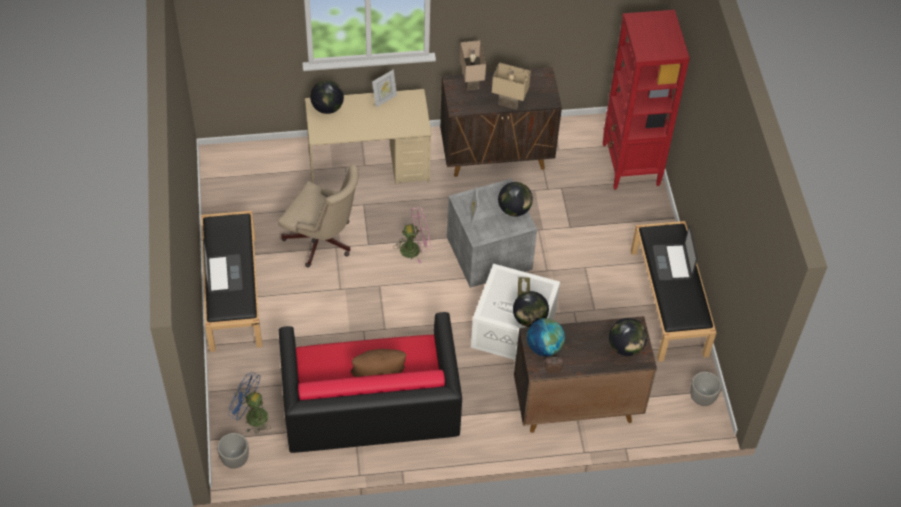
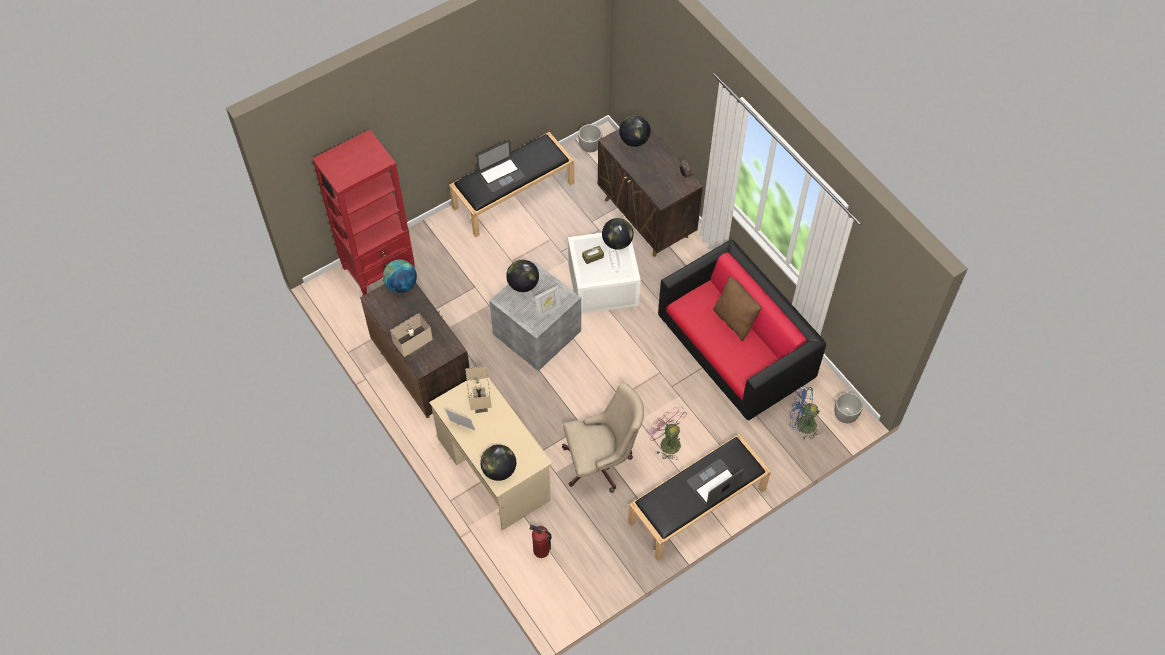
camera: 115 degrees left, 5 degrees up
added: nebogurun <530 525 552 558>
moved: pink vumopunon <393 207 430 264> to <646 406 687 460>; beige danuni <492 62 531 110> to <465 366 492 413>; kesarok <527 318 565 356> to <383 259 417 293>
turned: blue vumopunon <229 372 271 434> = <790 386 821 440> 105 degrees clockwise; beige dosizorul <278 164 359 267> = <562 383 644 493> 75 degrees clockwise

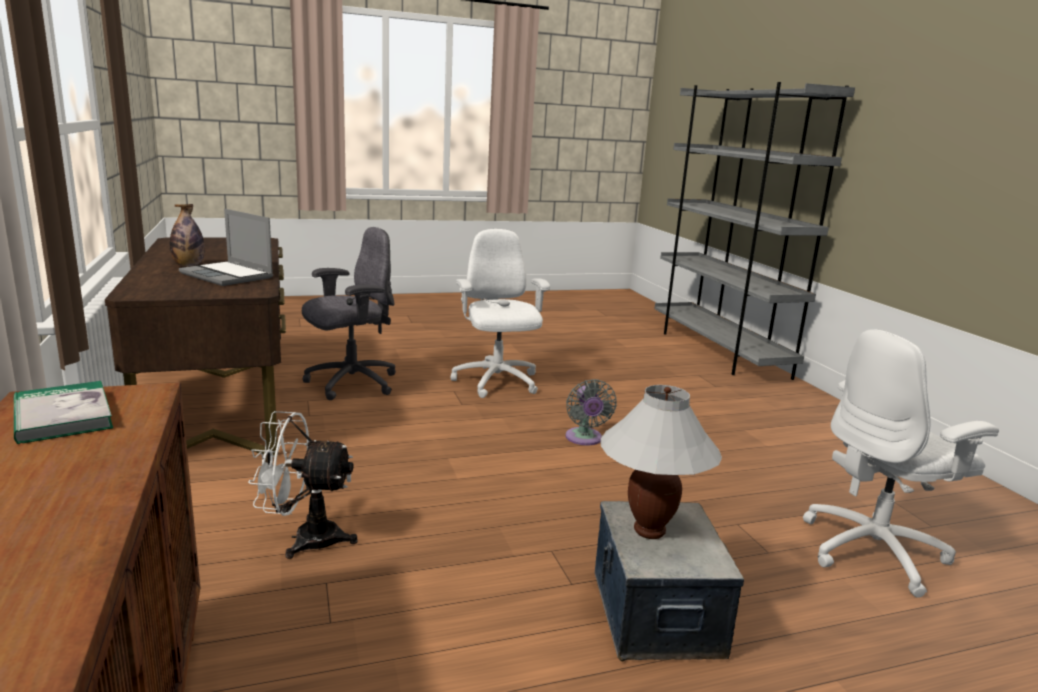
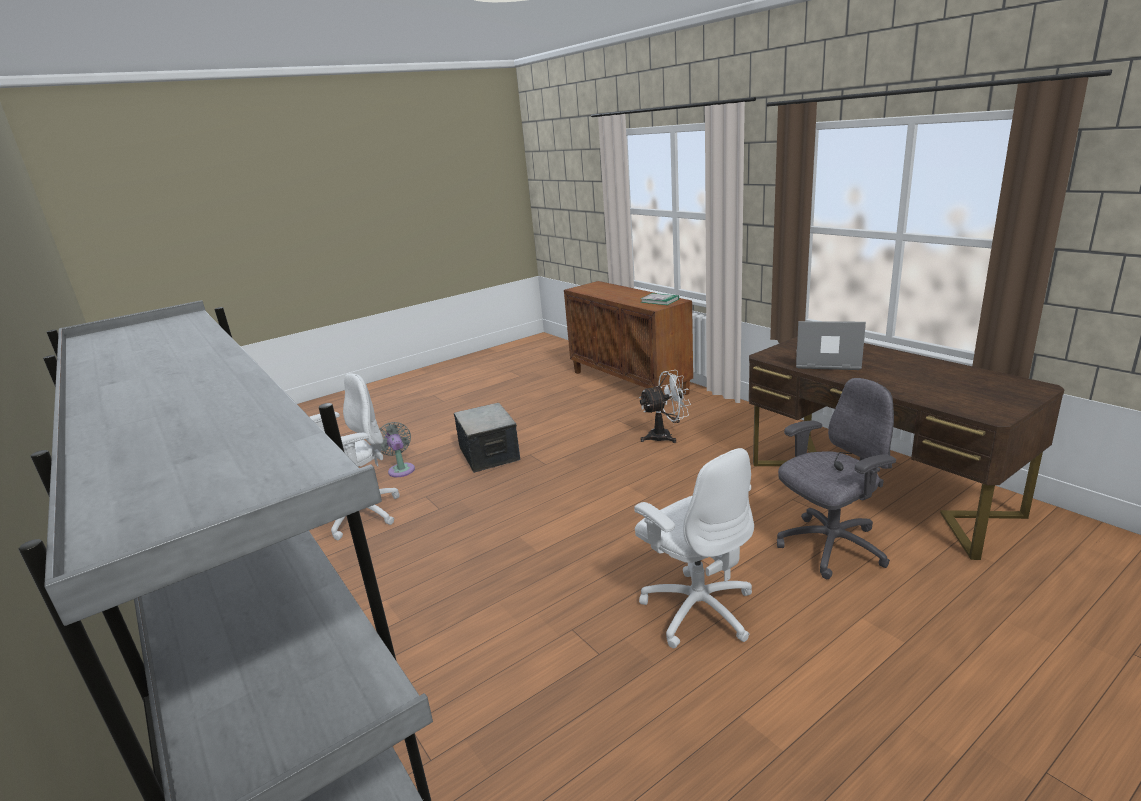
camera: 165 degrees right, 5 degrees up
removed: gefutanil <170 204 205 266>; white danuni <601 385 722 539>
moved: grey vumopunon <566 379 617 445> to <379 422 415 477>
turned: grey dosizorul <302 227 396 400> = <777 378 896 579> 150 degrees counterclockwise

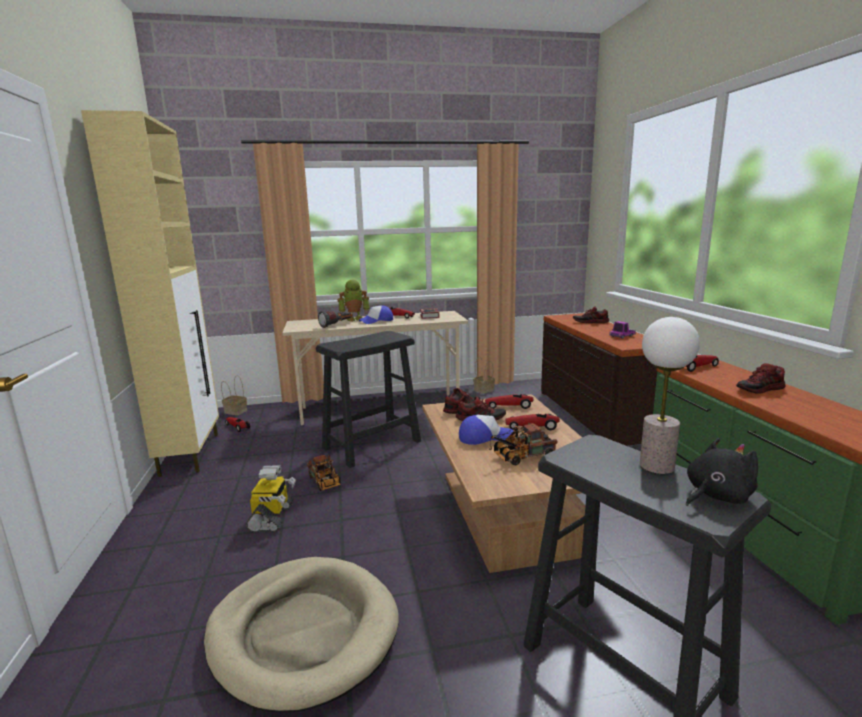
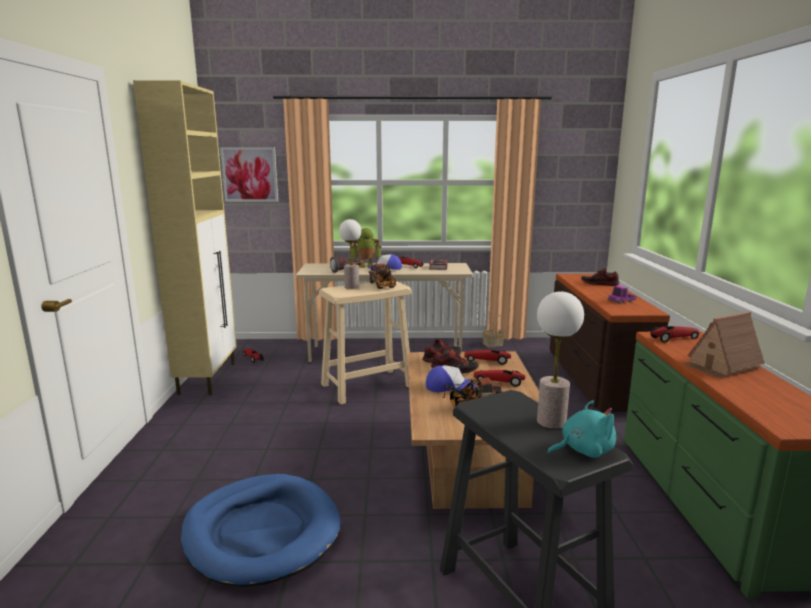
camera: 10 degrees right, 0 degrees up
removed: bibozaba <221 376 247 415>; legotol <246 465 296 533>
added: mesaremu <220 147 278 202>; danuni <339 219 361 289>
moved: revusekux <307 455 341 491> to <369 264 396 289>
replaced: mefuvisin <736 363 786 394> to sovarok <683 312 765 378>
recoloured: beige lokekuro <204 557 399 712> to blue lokekuro <181 474 341 587>; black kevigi <316 331 421 468> to beige kevigi <319 281 412 405>; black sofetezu <686 438 758 506> to turquoise sofetezu <547 400 616 458>

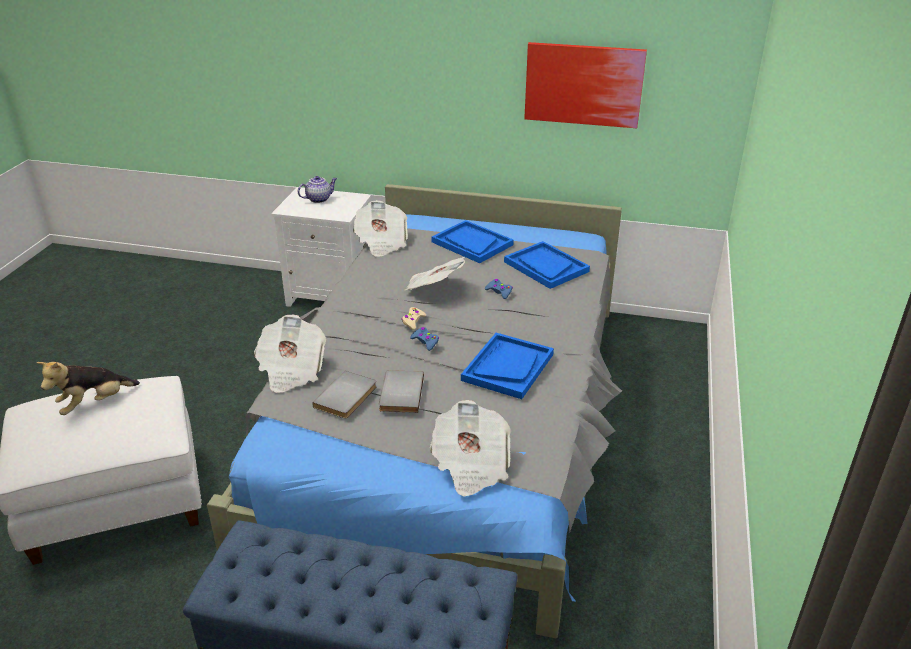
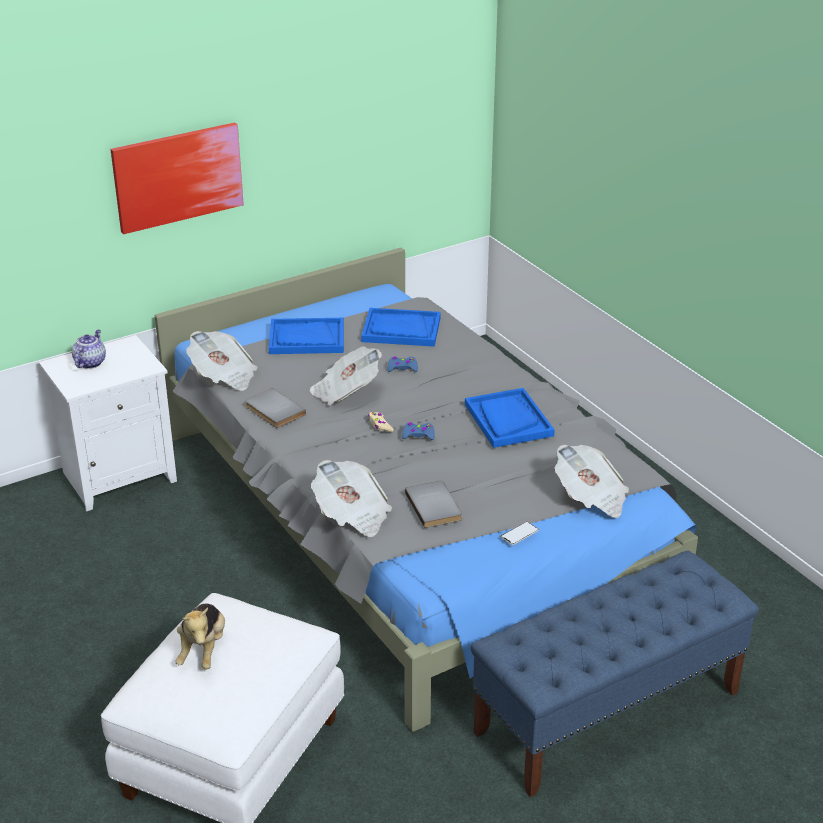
camera: 45 degrees left, 0 degrees up
added: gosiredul <500 522 539 545>
moved: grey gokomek <379 370 424 413> to <245 388 306 428>; mesaremu <524 42 647 128> to <110 122 244 234>

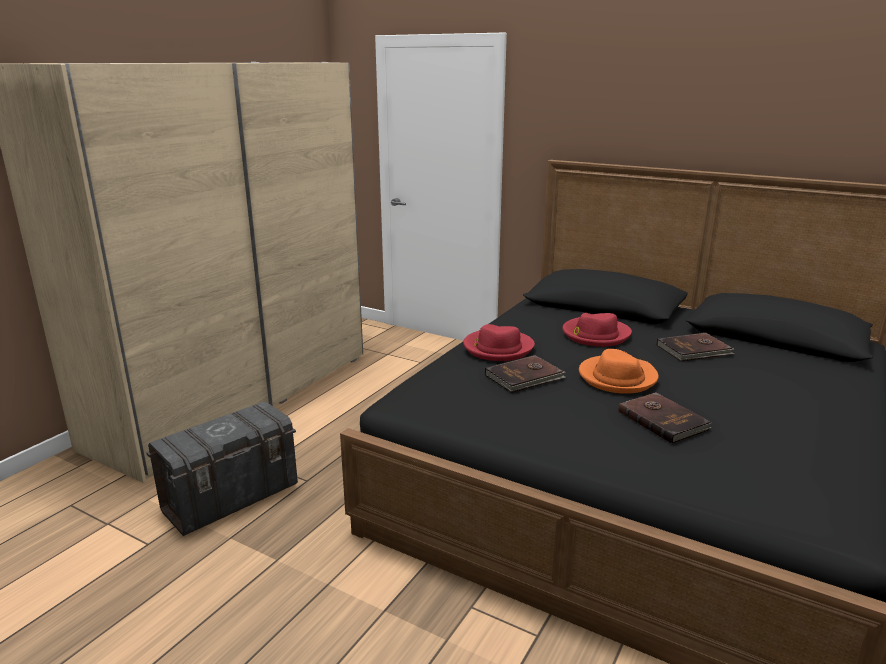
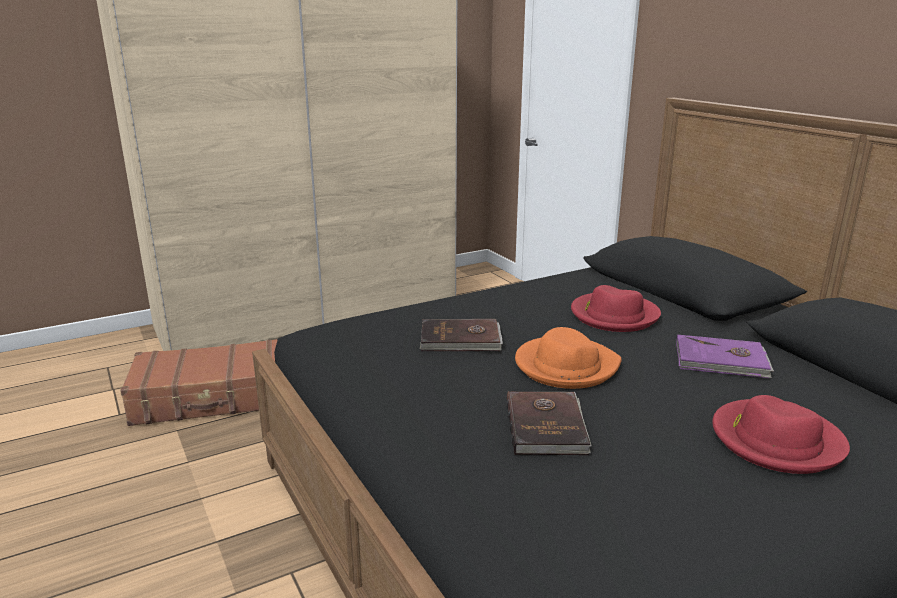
camera: 30 degrees right, 0 degrees up
moved: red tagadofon <463 324 535 361> to <712 395 850 474>
replaced: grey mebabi <146 401 298 536> to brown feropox <120 339 278 426>
recoloured: brown gokomek <657 333 735 361> to purple gokomek <676 335 774 378>

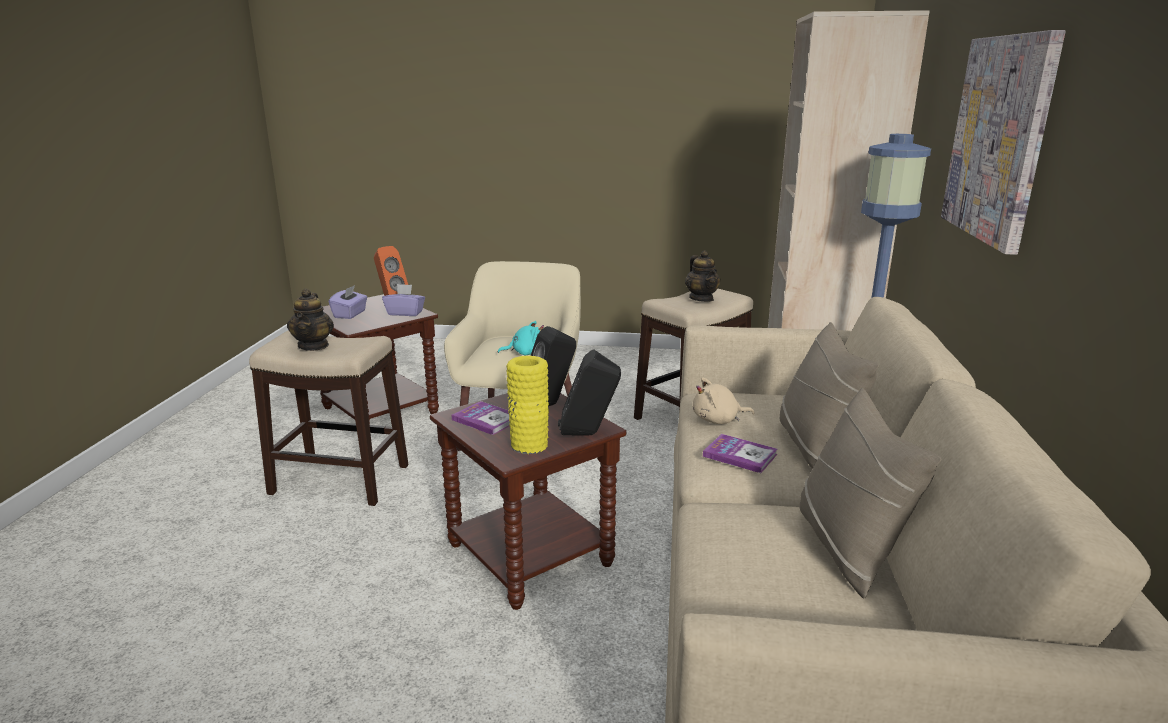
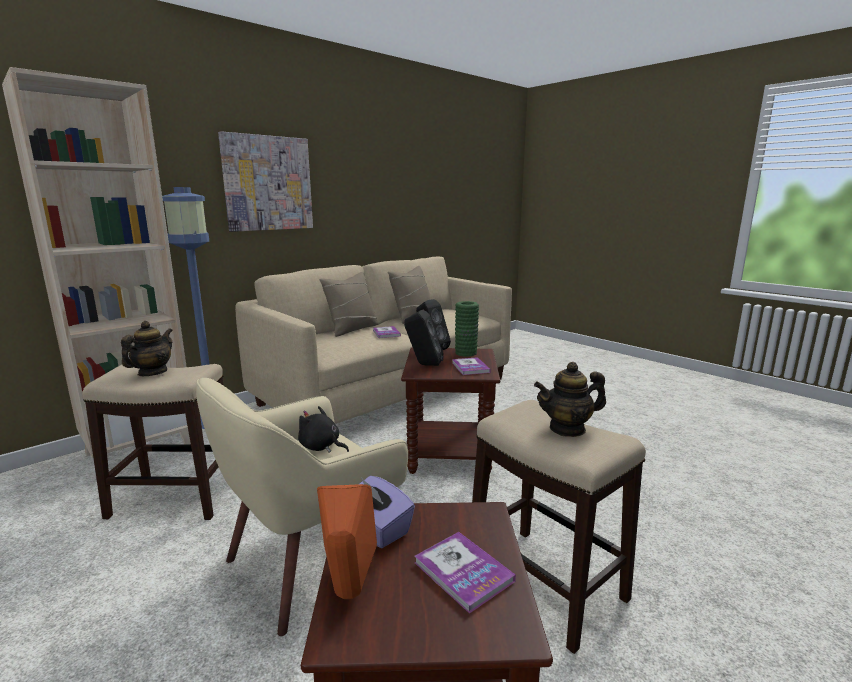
camera: 140 degrees left, 5 degrees down
removed: beige sofetezu <693 378 755 424>
replaced: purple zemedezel <329 285 367 319> to gokomek <415 532 516 614>
recoloured: turquoise sofetezu <498 321 544 355> to black sofetezu <298 406 349 453>; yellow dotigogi <506 356 549 454> to green dotigogi <455 301 479 357>
turned: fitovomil <287 289 334 351> = <534 362 606 437> 135 degrees counterclockwise

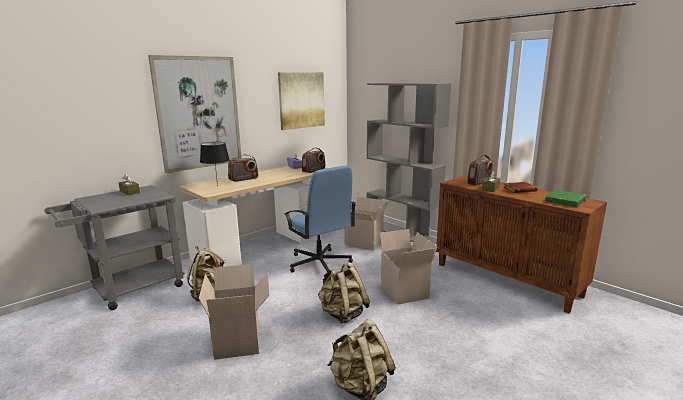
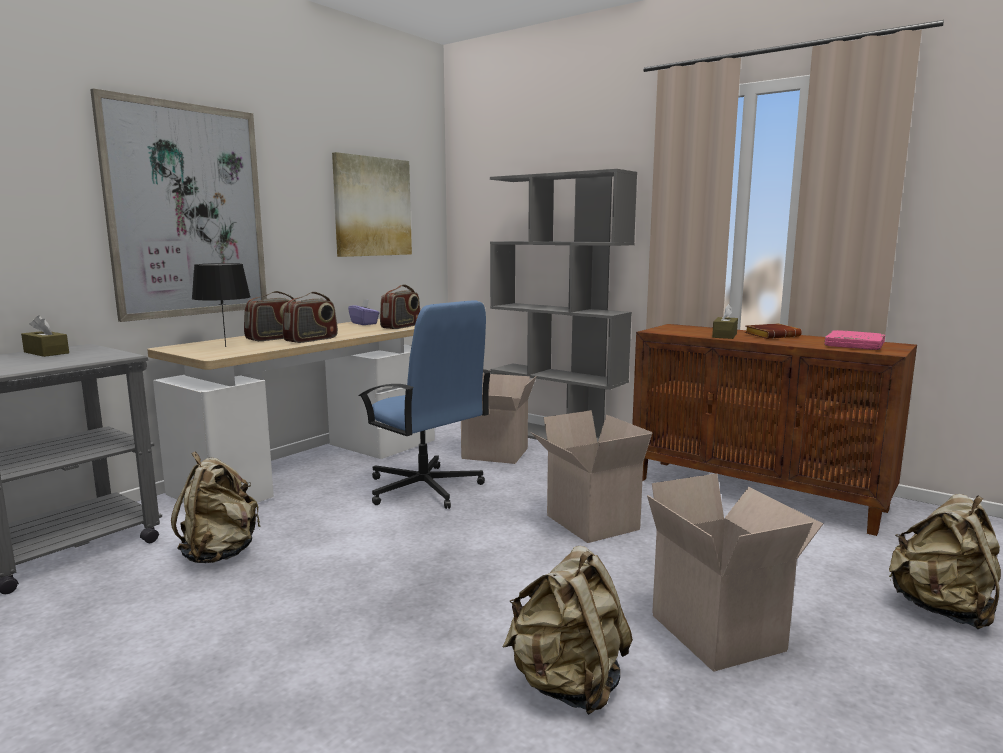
camera: 10 degrees left, 5 degrees down
moved: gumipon <199 264 270 360> to <647 473 823 672>; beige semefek <318 262 370 324> to <889 494 1001 629>; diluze <467 155 493 185> to <282 292 338 343>
recoloured: green gokomek <545 190 587 207> to pink gokomek <825 330 885 350>

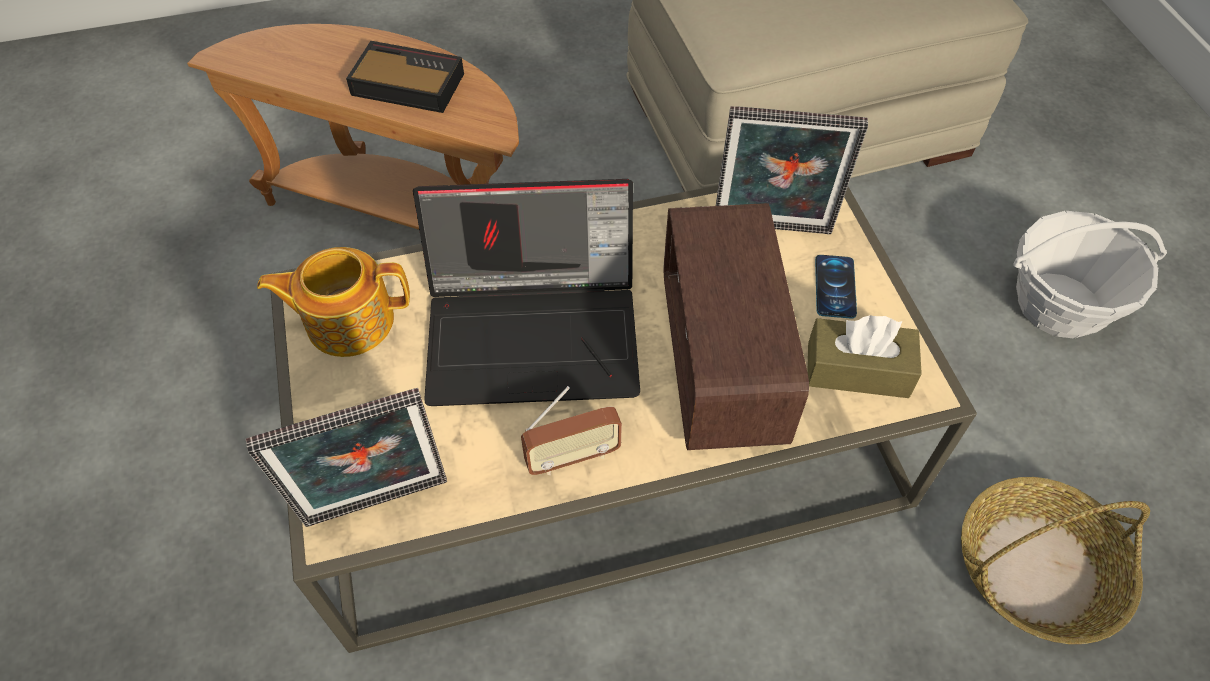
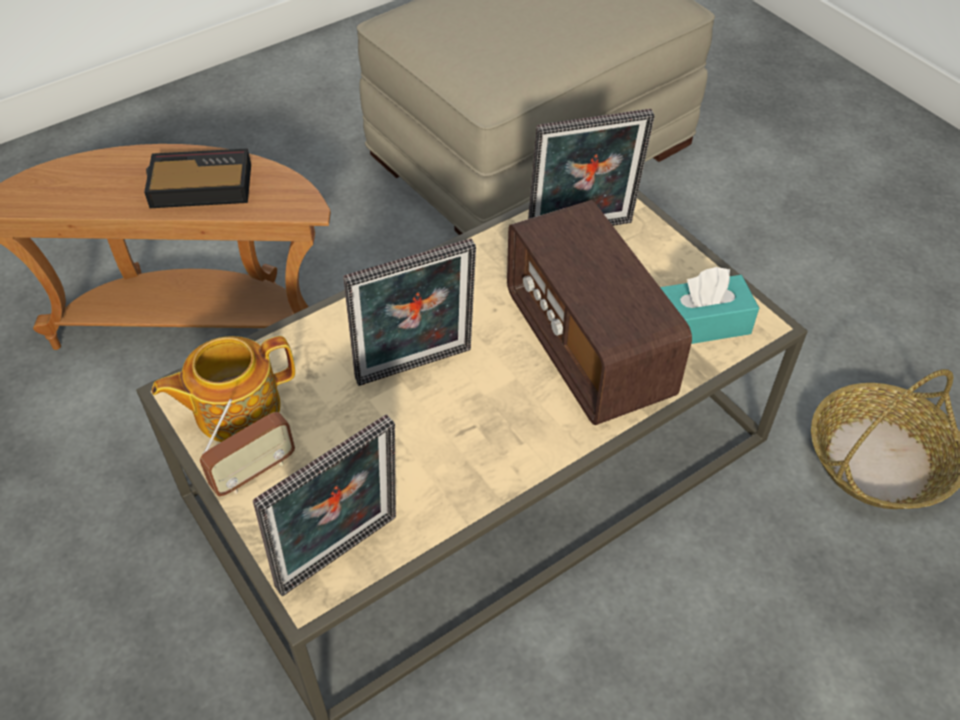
camera: 20 degrees left, 5 degrees down
removed: gosiredul <815 255 857 319>; bibozaba <1014 211 1167 339>
moved: diluze <521 386 622 475> to <200 399 295 496>
replaced: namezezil <413 179 640 406> to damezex <343 238 476 386>
recoloured: brown zemedezel <807 315 922 398> to turquoise zemedezel <660 267 759 344>

